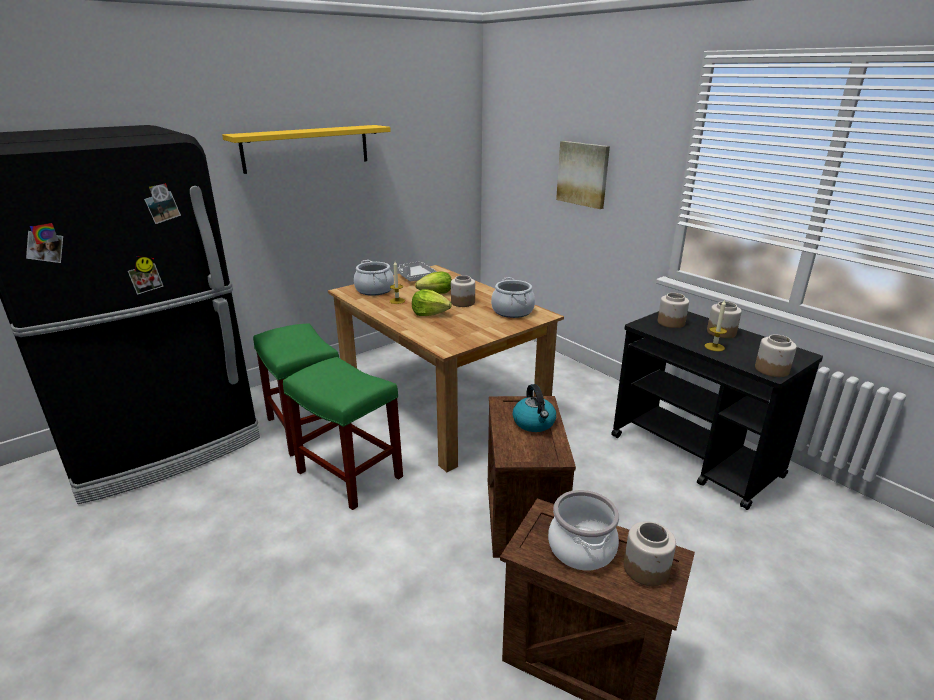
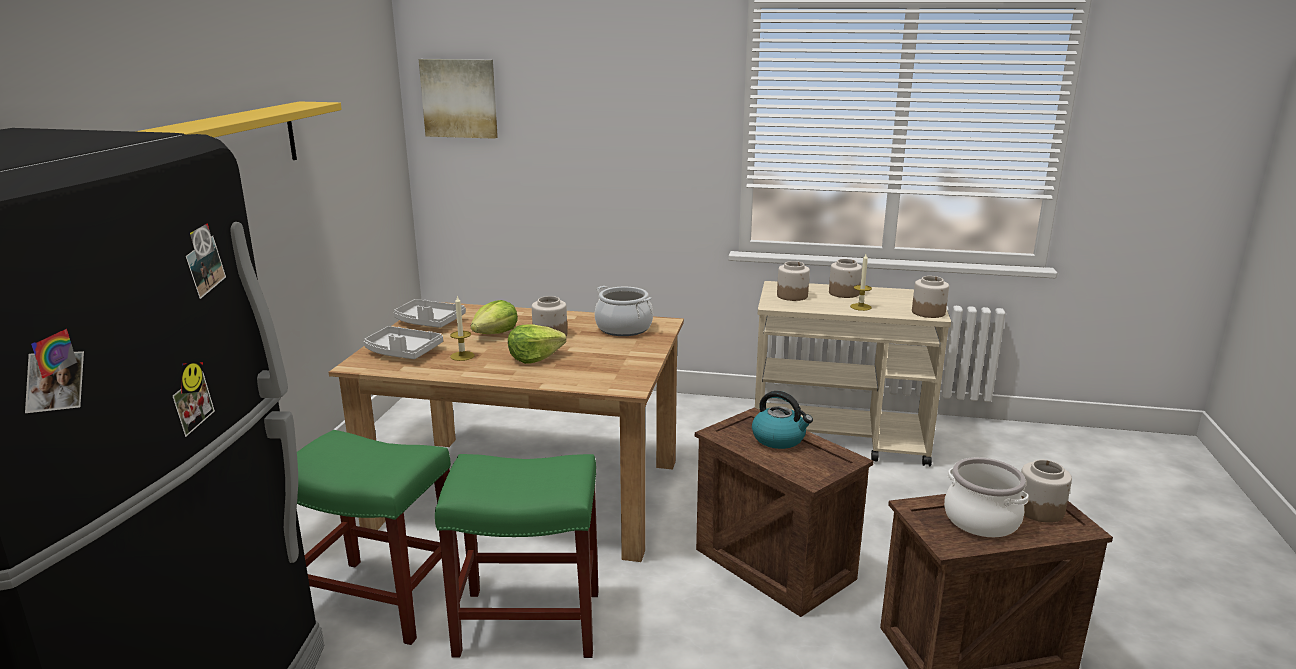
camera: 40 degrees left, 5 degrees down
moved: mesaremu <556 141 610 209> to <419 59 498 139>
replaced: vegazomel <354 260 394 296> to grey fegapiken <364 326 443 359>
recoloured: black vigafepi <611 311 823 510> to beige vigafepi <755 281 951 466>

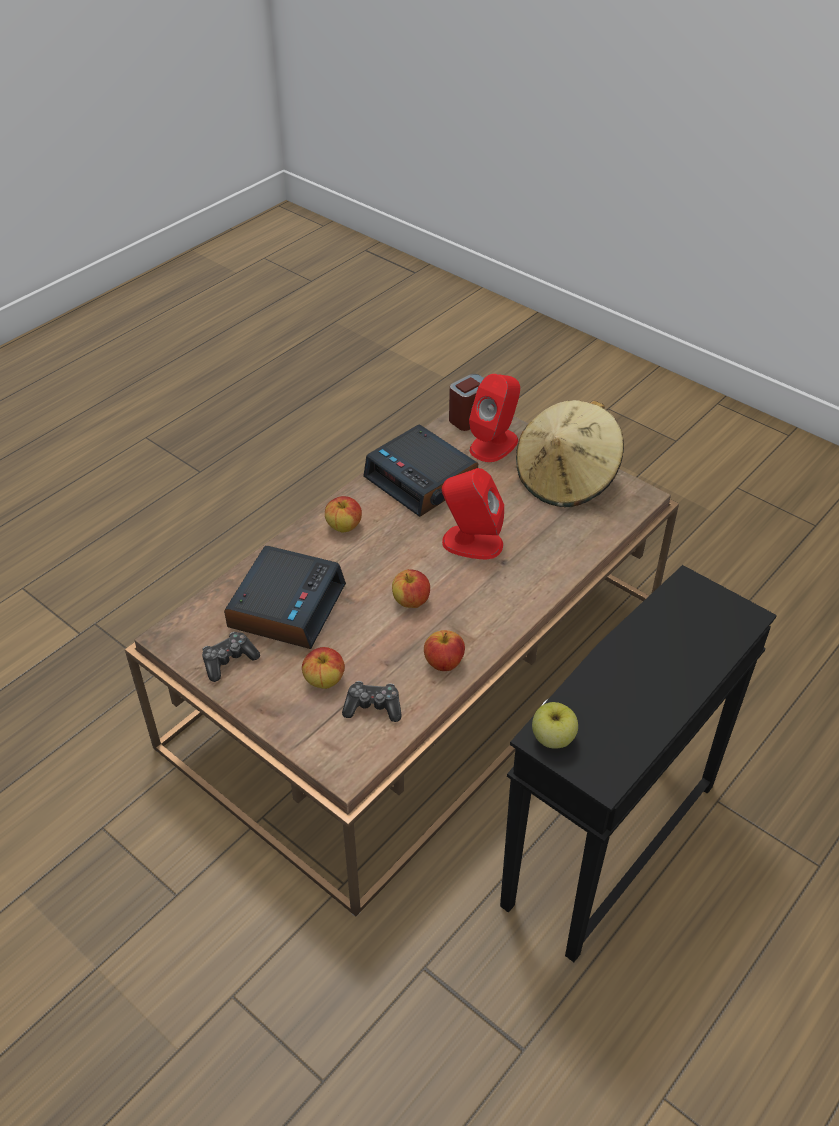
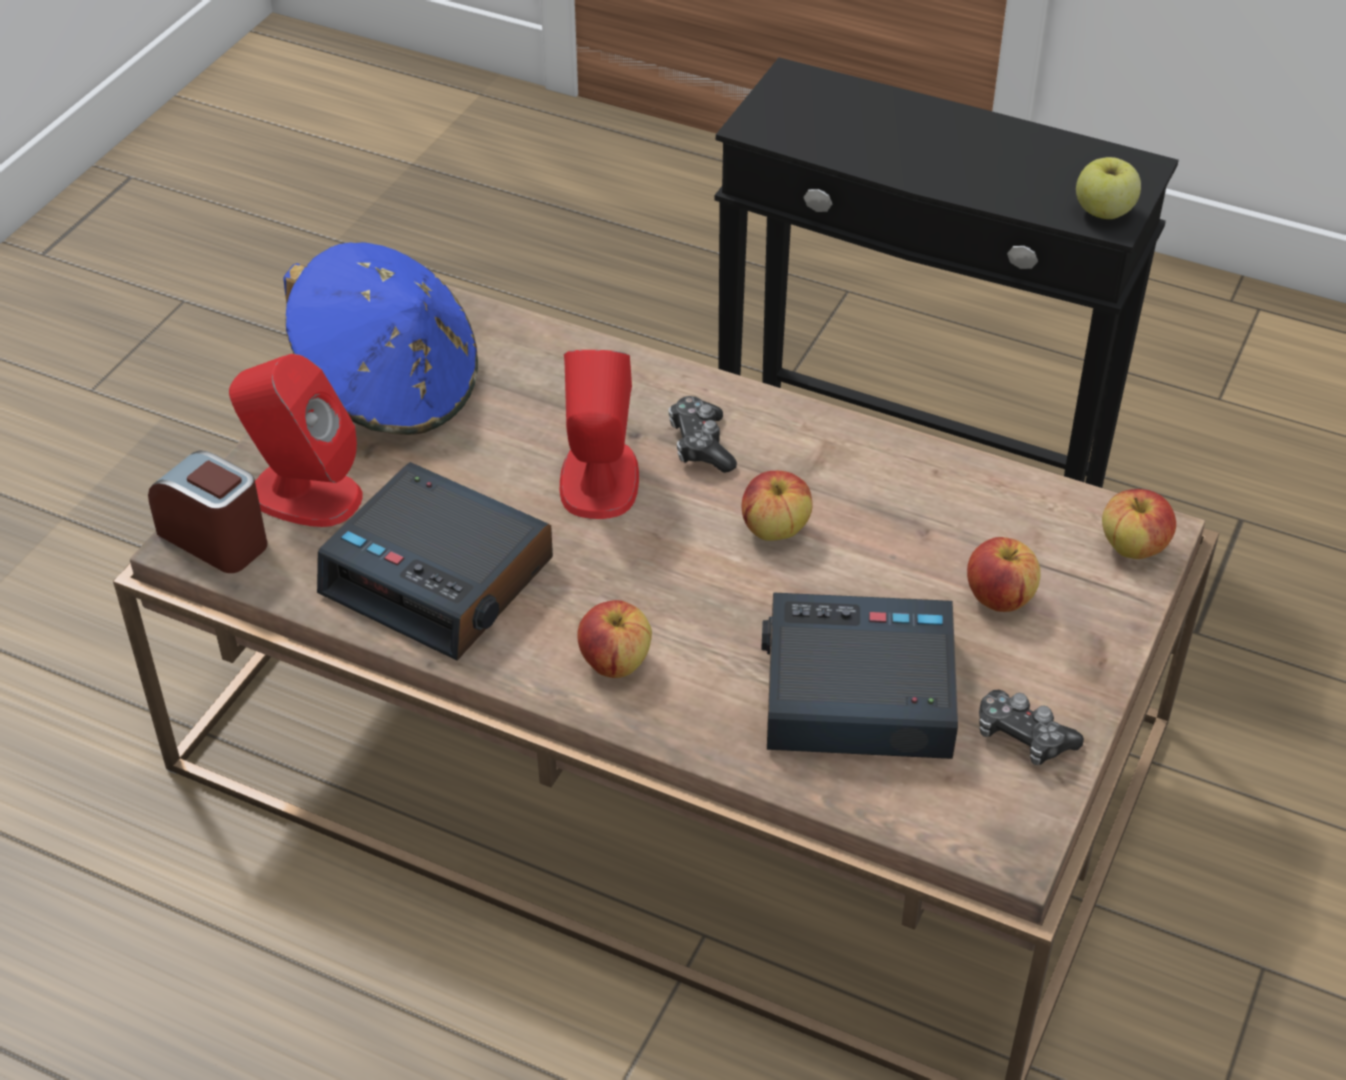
camera: 105 degrees left, 0 degrees up
moved: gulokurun <342 681 401 722> to <669 396 737 473>; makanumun <424 630 465 671> to <1102 489 1176 559>
recoloured: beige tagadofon <516 400 624 508> to blue tagadofon <283 242 478 435>
turned: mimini <363 424 478 517> = <317 462 553 661> 90 degrees clockwise

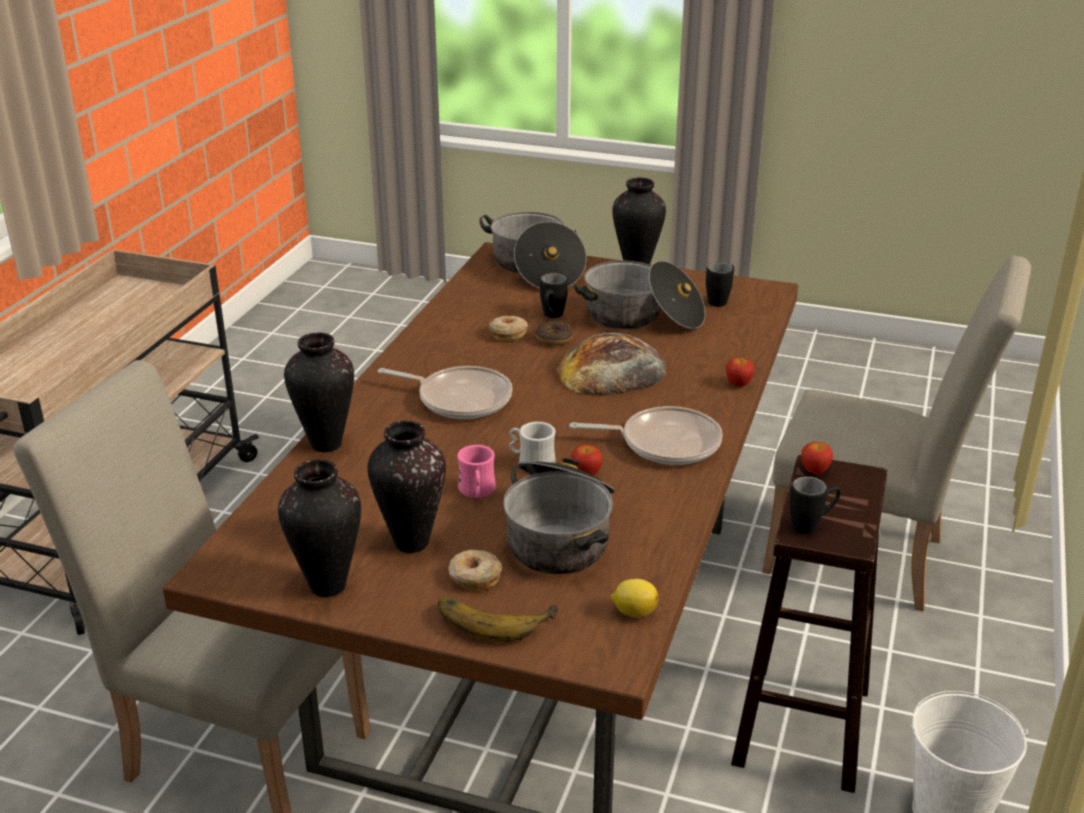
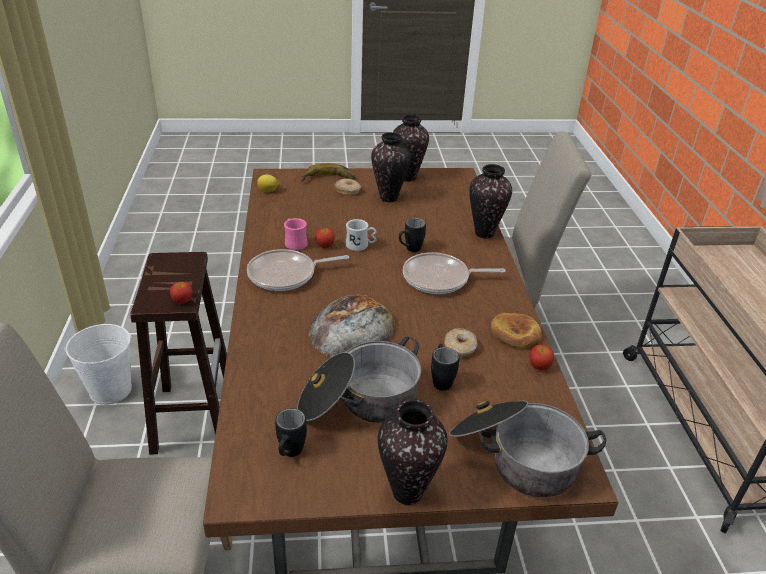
camera: 155 degrees right, 5 degrees up
removed: vegazomel <503 458 615 574>; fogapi <535 321 573 346>
added: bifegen <491 313 541 348>
moved: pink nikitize <457 445 496 498> to <284 218 308 250>; makanumun <726 358 754 387> to <529 345 554 370>; black nikitize <790 476 841 534> to <399 218 426 252>

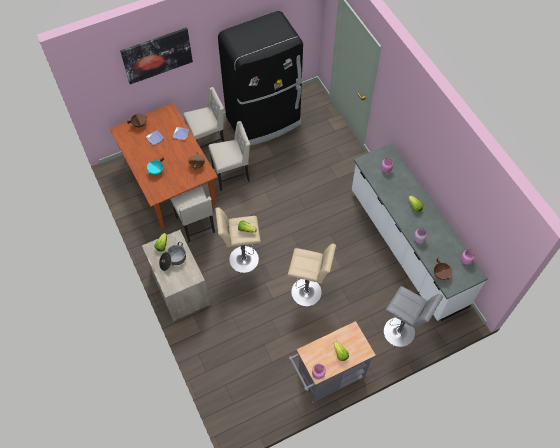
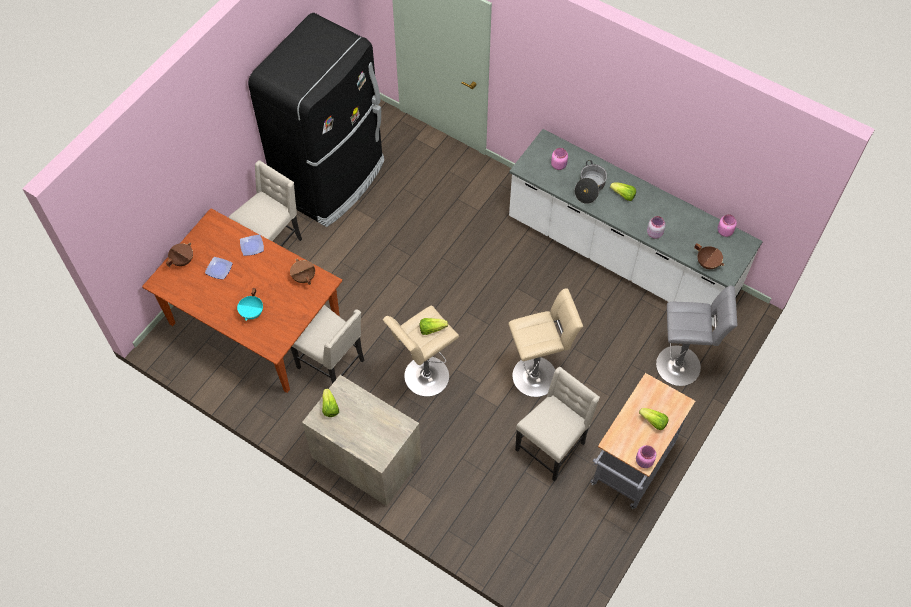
camera: 30 degrees left, 0 degrees up
removed: mesaremu <120 27 193 85>
moved: vegazomel <159 242 186 271> to <575 160 607 204>; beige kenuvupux <208 121 250 191> to <515 367 600 482>

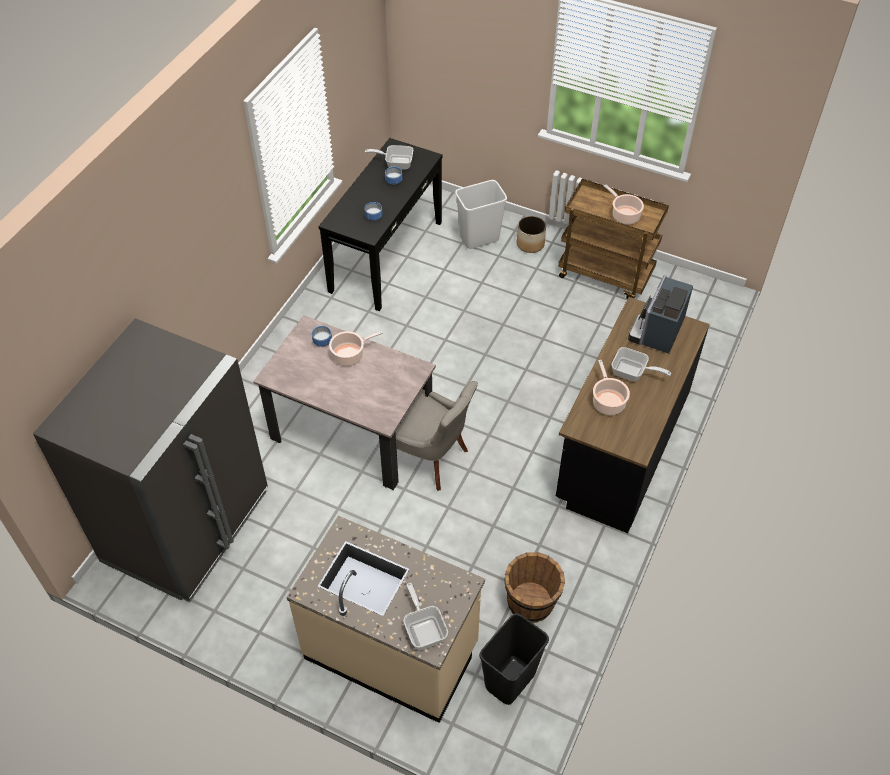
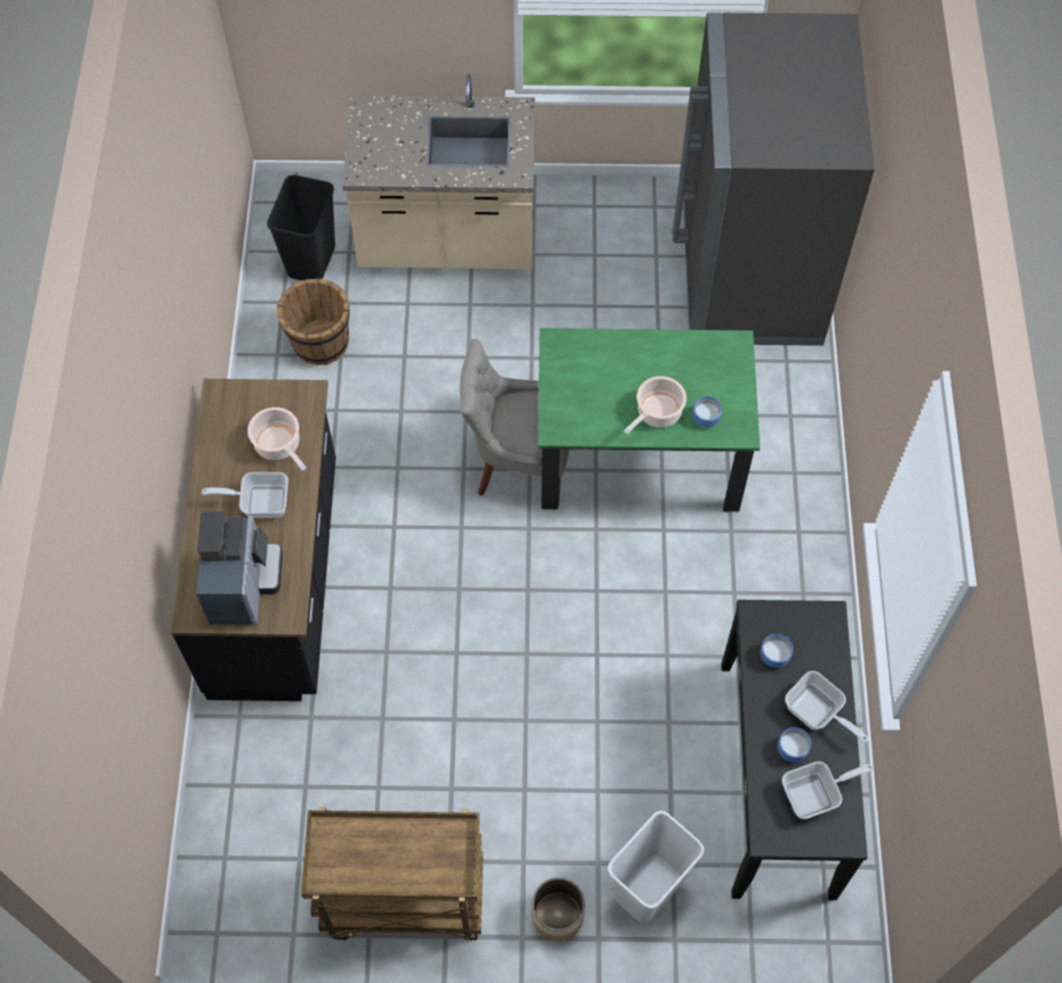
camera: 155 degrees right, 10 degrees up
removed: vegazomel <604 185 644 225>
moved: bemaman <403 583 448 650> to <785 671 868 743>
recoloured: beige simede <253 315 436 490> to green simede <538 328 760 512>

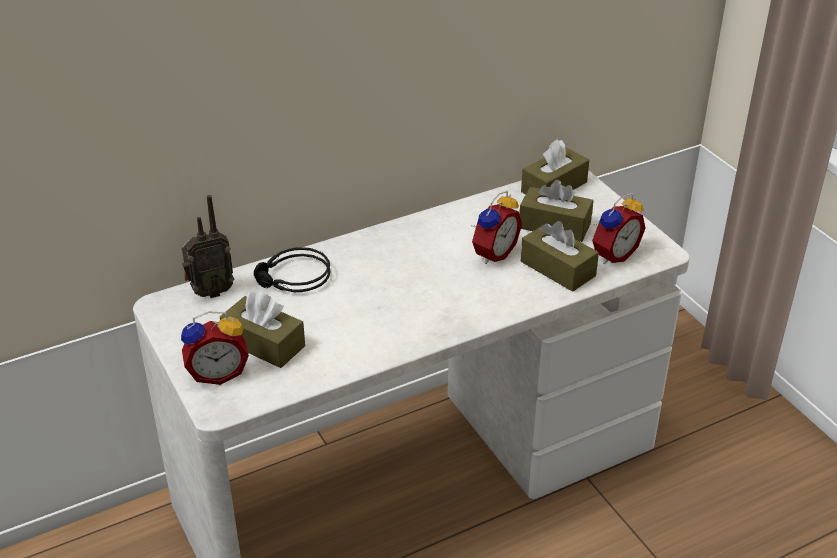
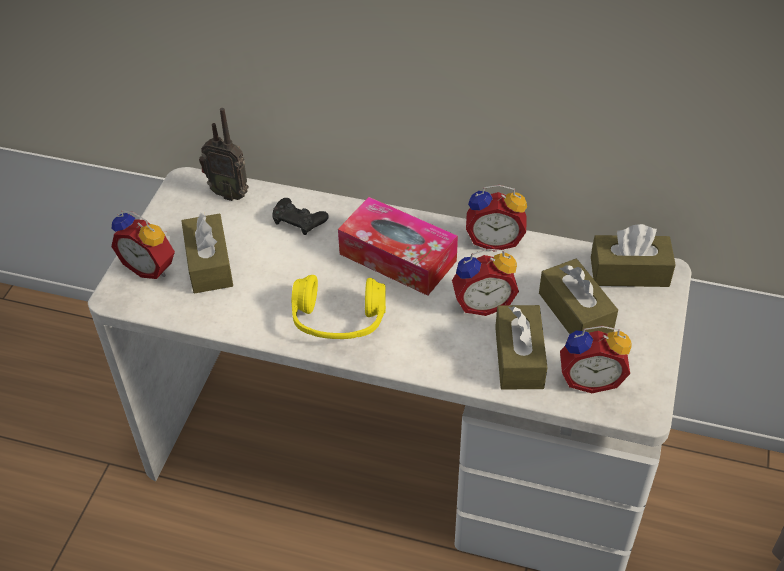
camera: 45 degrees right, 10 degrees up
added: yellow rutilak <292 275 386 339>; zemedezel <338 197 458 296>; mimini <466 185 527 252>
replaced: black rutilak <254 247 330 293> to black gulokurun <273 198 329 235>

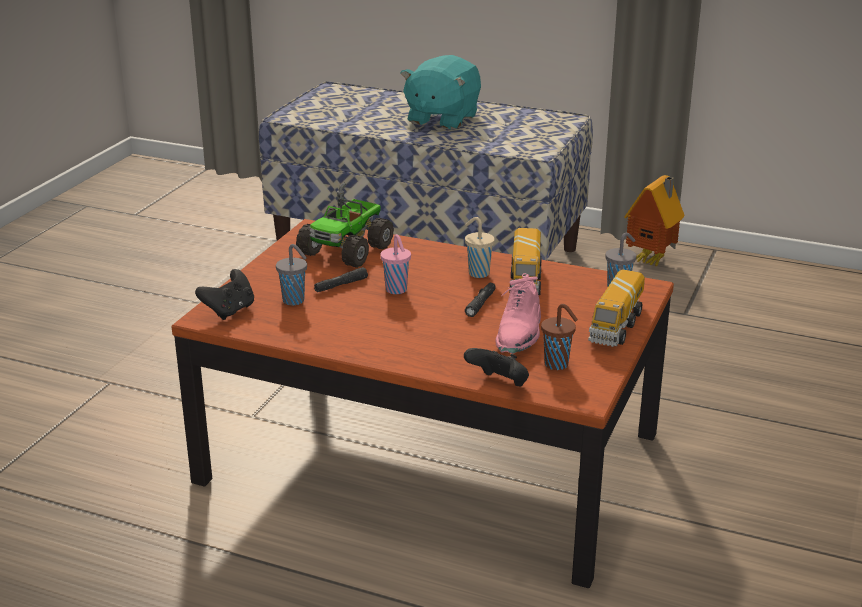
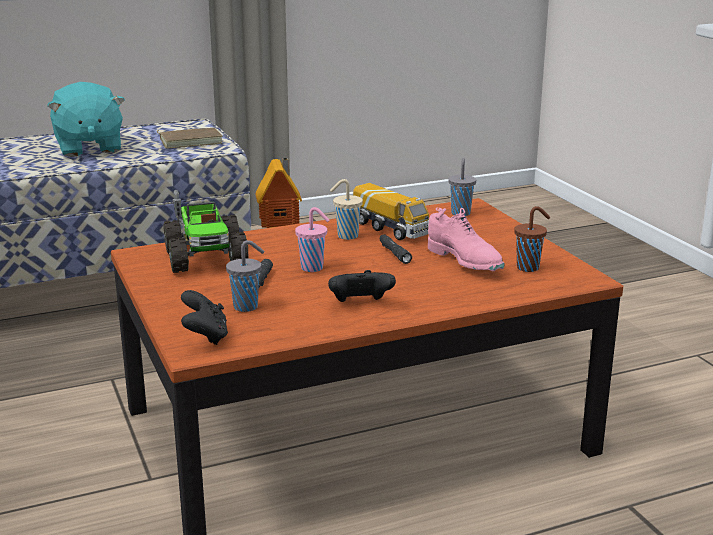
camera: 45 degrees left, 5 degrees down
removed: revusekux <588 269 645 347>
added: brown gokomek <157 128 223 149>
moved: black gulokurun <464 348 529 387> to <328 270 396 302>

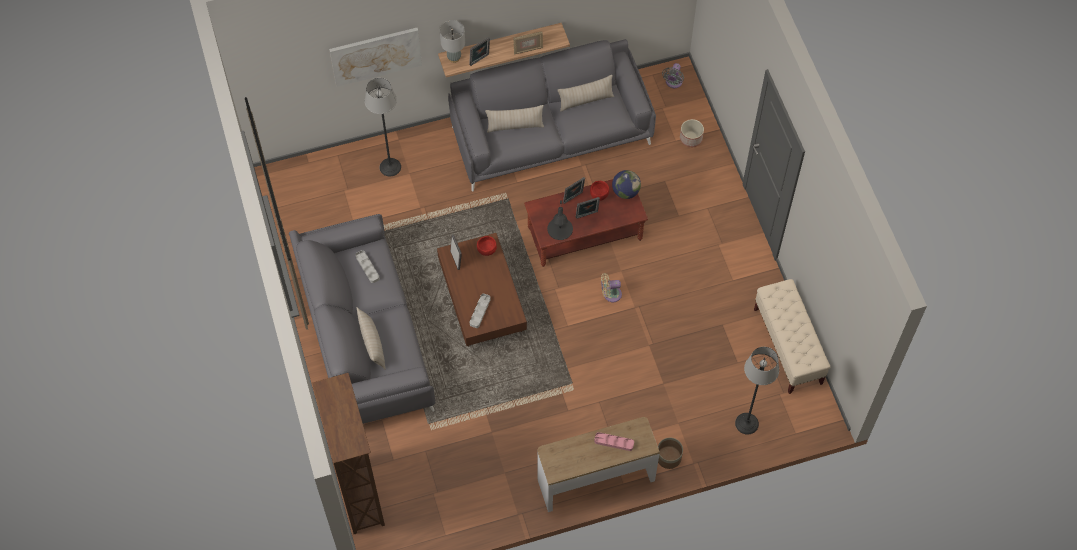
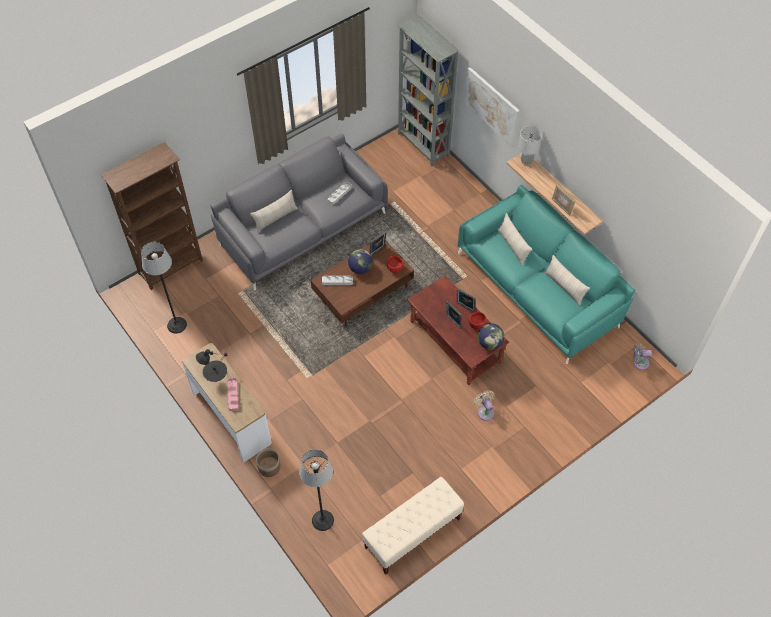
camera: 70 degrees right, 5 degrees down
removed: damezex <469 37 490 66>; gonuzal <680 119 704 147>
added: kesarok <348 249 373 274>; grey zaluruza <397 14 460 166>
moved: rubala <365 78 401 176> to <141 242 187 333>; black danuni <547 200 573 240> to <196 349 227 382>; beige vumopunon <601 273 622 302> to <474 390 494 421>
recoloured: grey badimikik <448 39 656 191> to turquoise badimikik <458 185 635 364>

